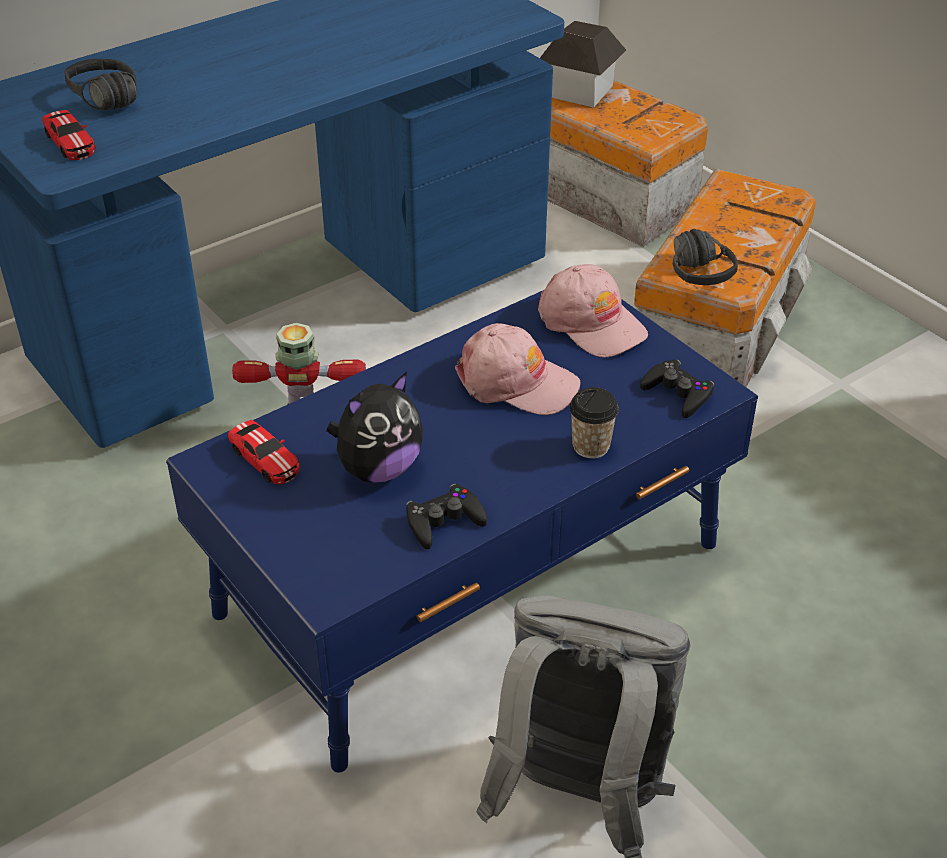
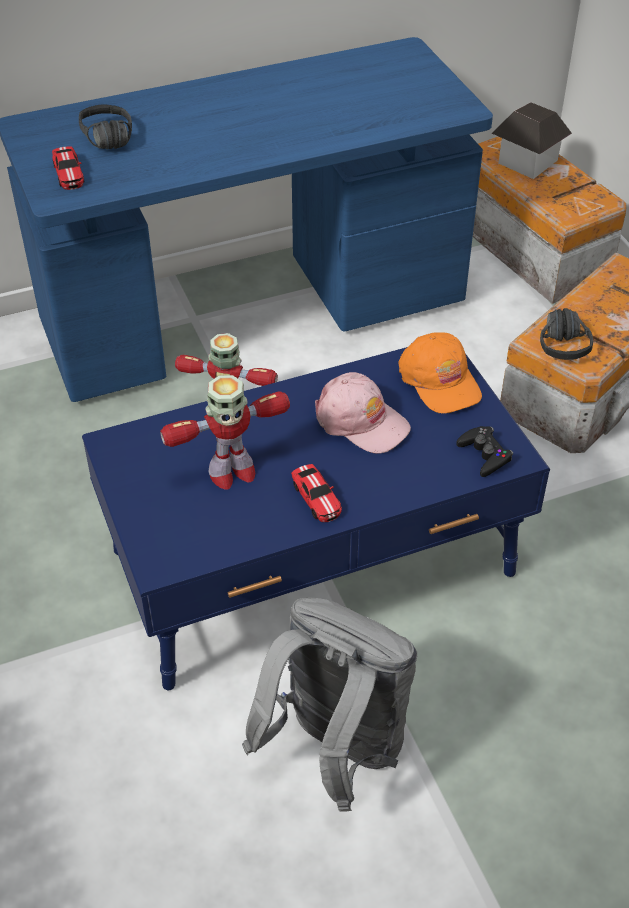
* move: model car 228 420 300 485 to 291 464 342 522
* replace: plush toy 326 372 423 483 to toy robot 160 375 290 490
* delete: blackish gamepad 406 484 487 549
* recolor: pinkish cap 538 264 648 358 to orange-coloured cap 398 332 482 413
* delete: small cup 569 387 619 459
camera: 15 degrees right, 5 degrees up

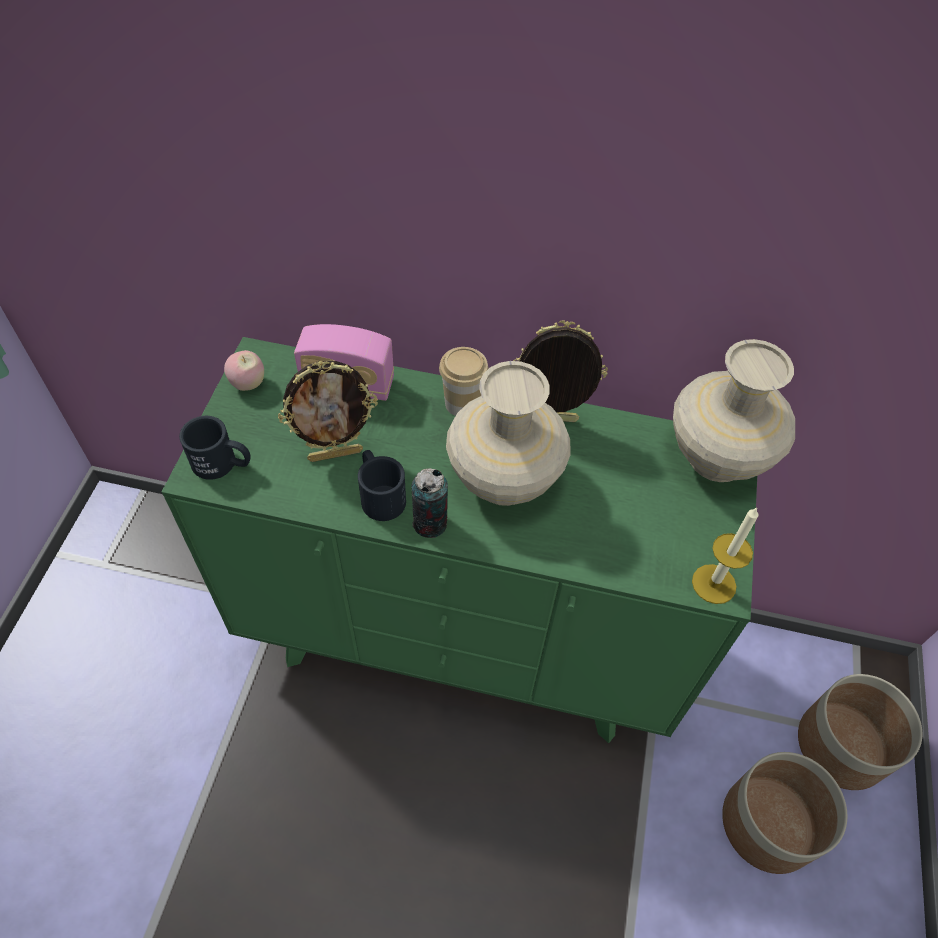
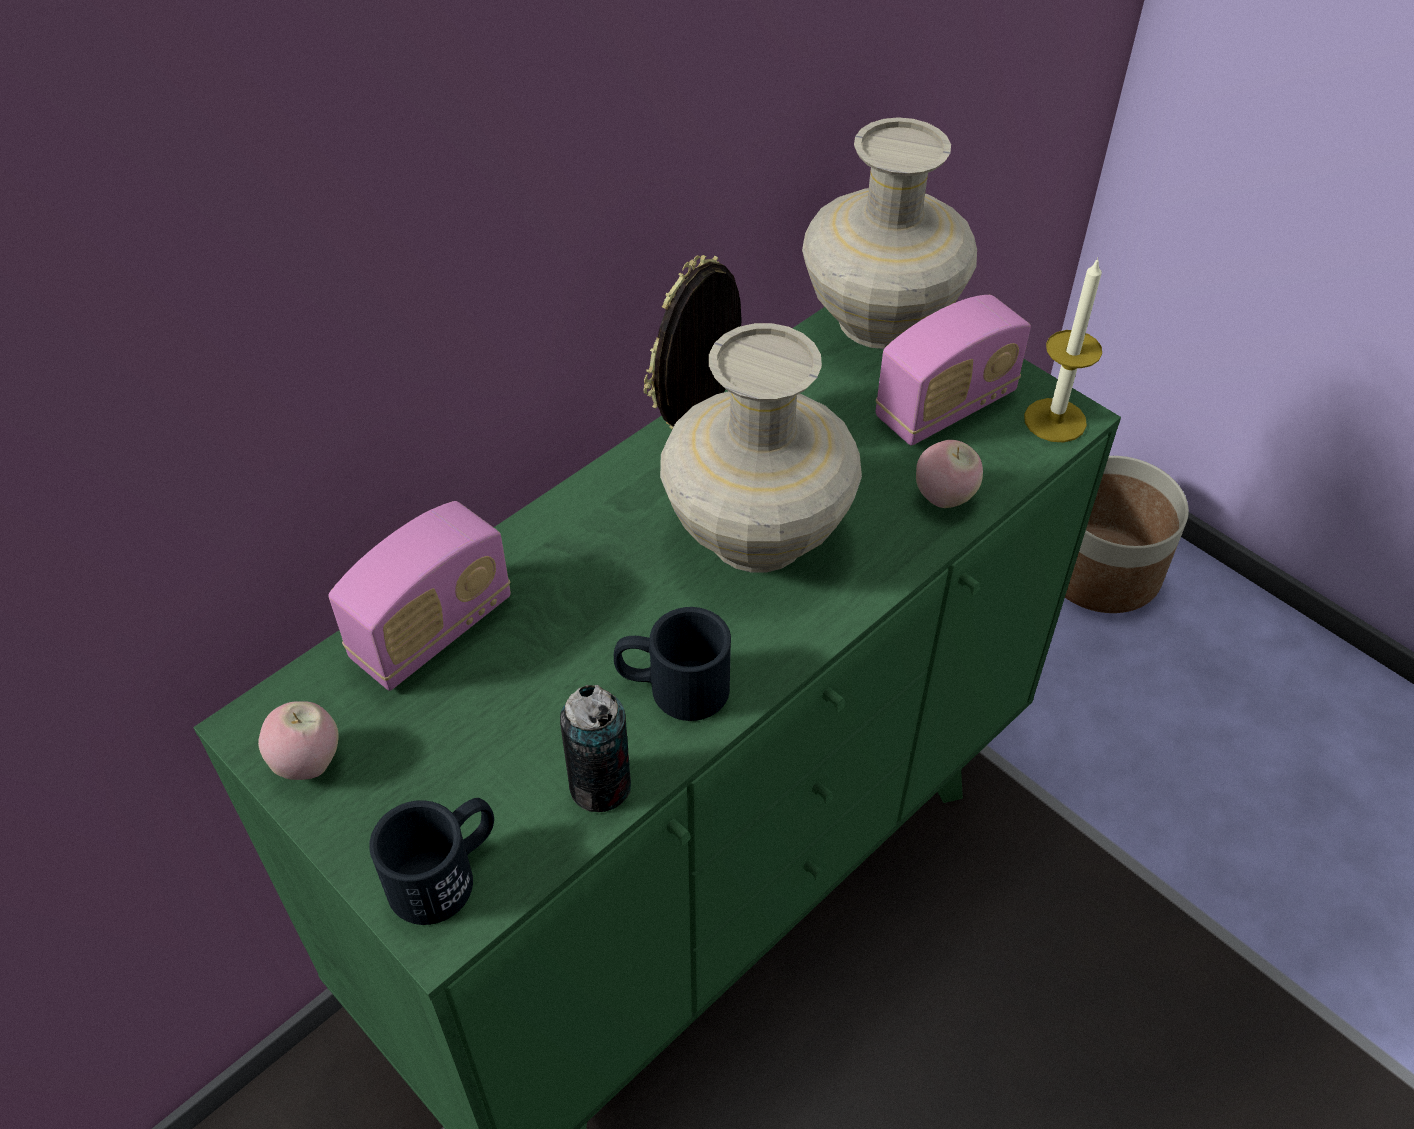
* delete: photo frame 278 360 378 462
* move: can 411 468 448 538 to 560 685 631 812
* delete: small cup 439 347 488 416
* delete: flower pot 722 752 847 874
* insert: radio receiver 876 295 1031 446
* insert: apple 916 440 983 508
camera: 55 degrees left, 5 degrees down

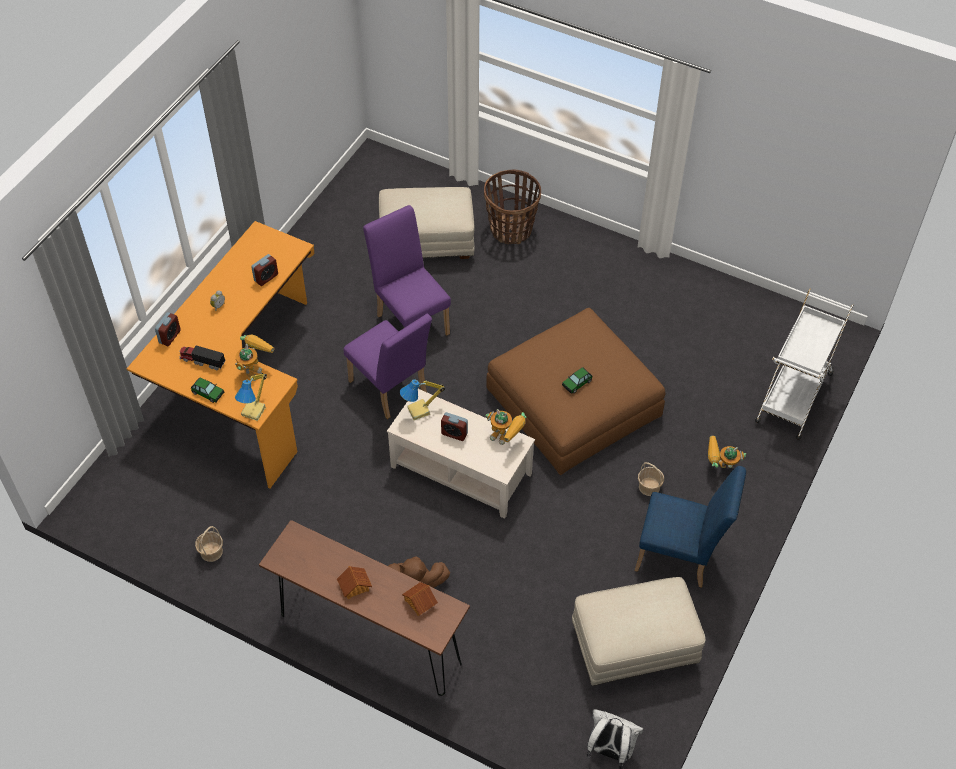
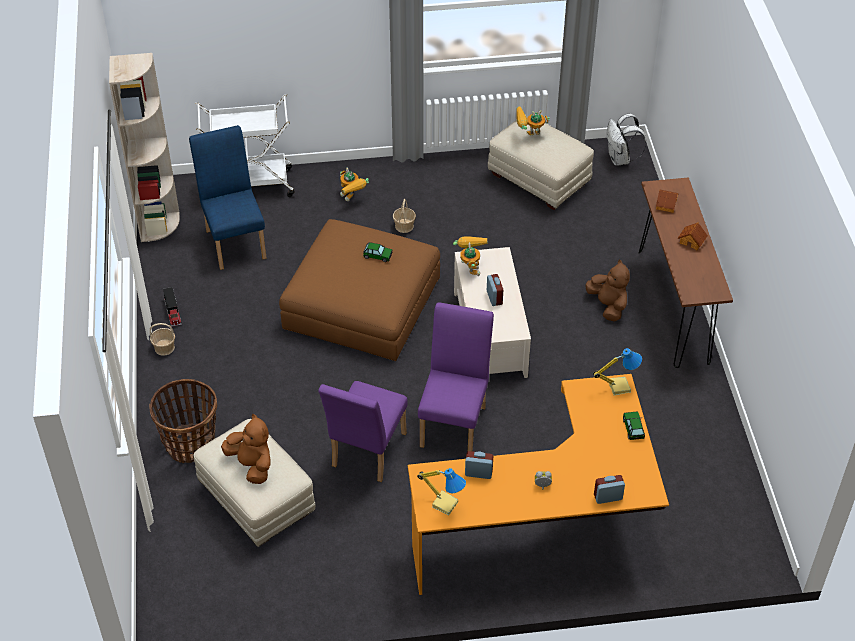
* move: toy lorry 179 346 226 370 to 163 287 182 327
* move: storage basket 195 526 223 562 to 150 323 175 356
* move: toy robot 235 334 274 381 to 516 107 549 135
* move: table lamp 400 379 445 420 to 417 468 466 515
* move: bluish upright chair 635 466 746 588 to 189 125 267 270
* insert: beige-coloured bookshelf 109 53 180 242
* insert: brownish plush toy 221 414 271 484
camera: 125 degrees left, 5 degrees down

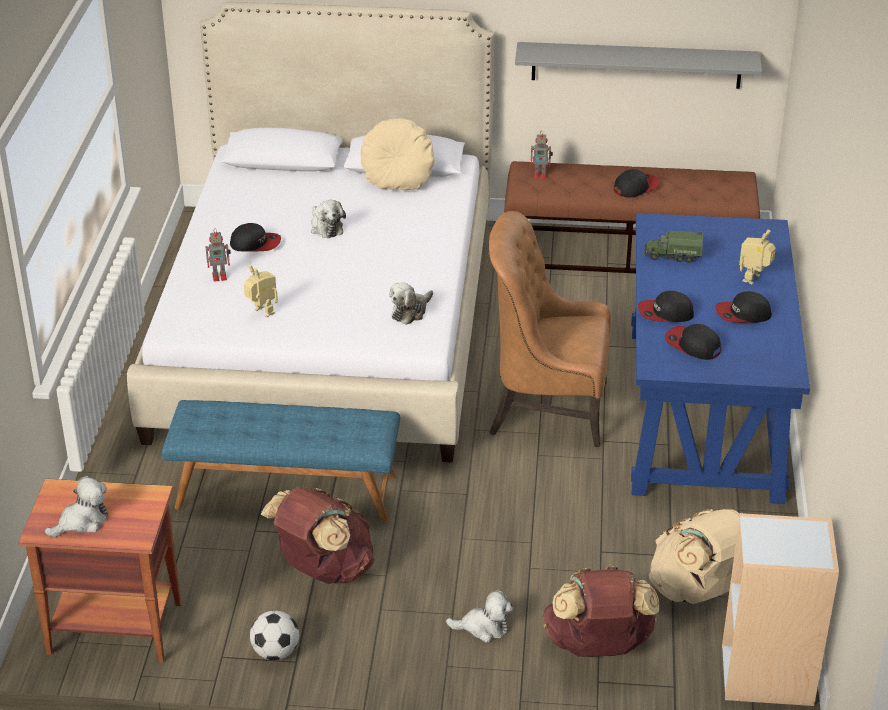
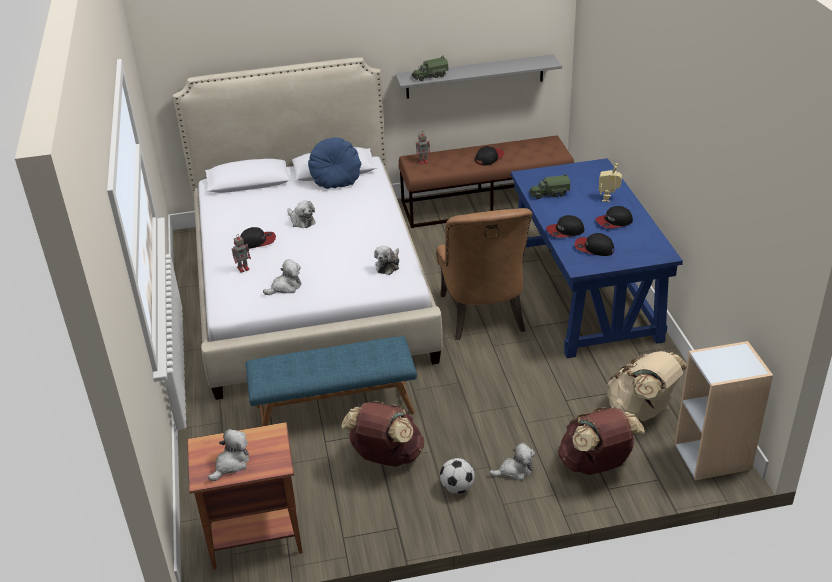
* replace: toy robot 244 265 278 318 to plush toy 263 259 301 295
* move: football ball 250 611 299 660 to 440 458 475 494
* recolor: beige-coloured pillow 361 118 434 190 to bluish pillow 308 138 361 189
* rotate: brownish upright chair 489 211 611 447 = 436 208 532 340 90 degrees counterclockwise
* insert: toy lorry 411 56 449 81
camera: 15 degrees left, 0 degrees up

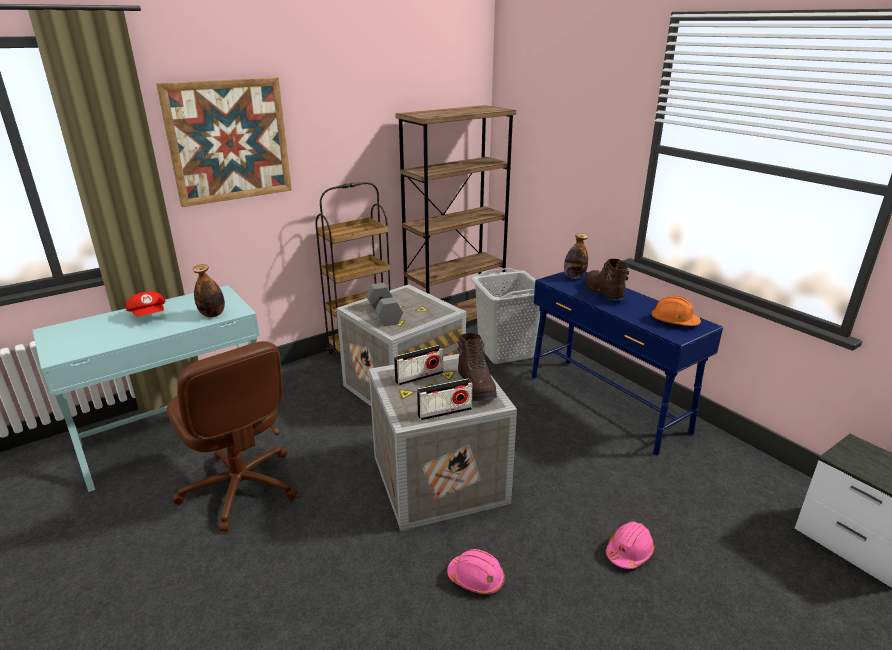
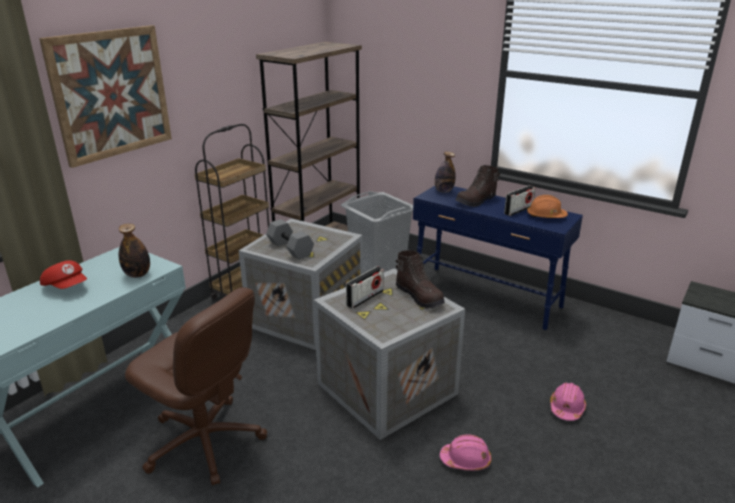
* move: radio receiver 417 379 472 421 to 504 185 536 216
* rotate: brownish high-top boot 585 259 629 301 = 455 165 500 207 90 degrees counterclockwise
camera: 20 degrees left, 0 degrees up

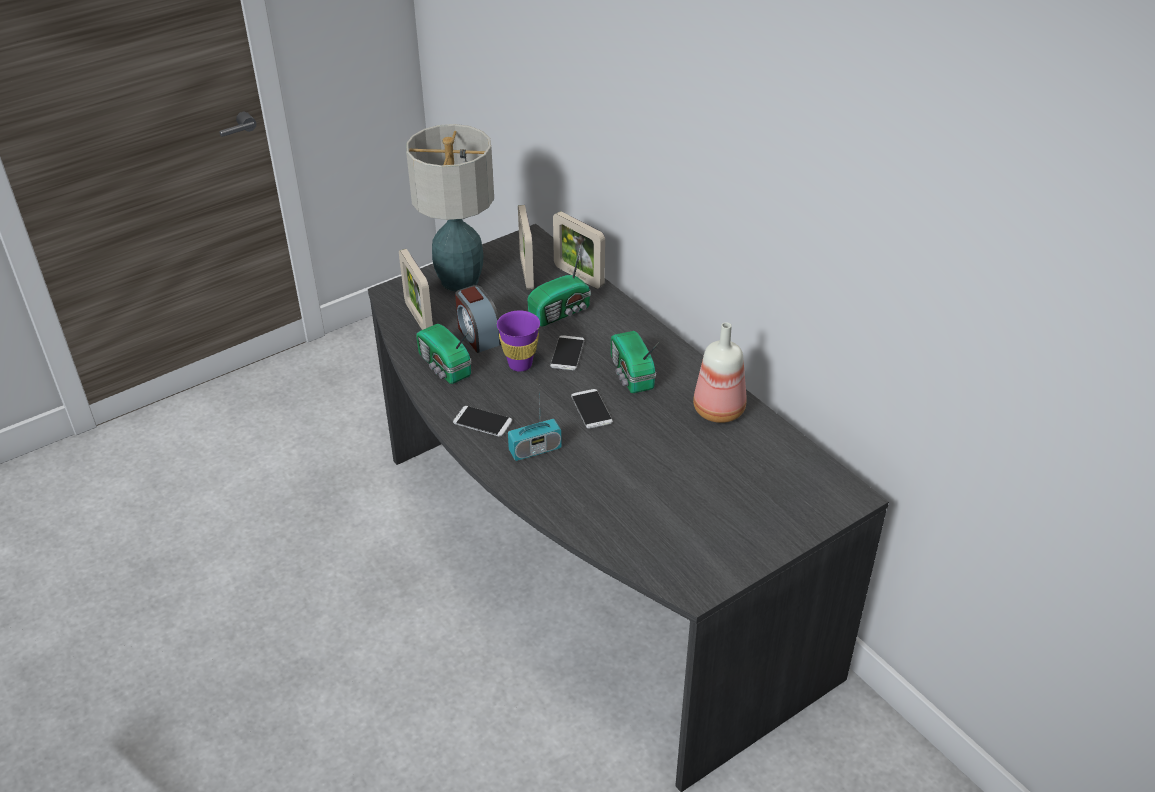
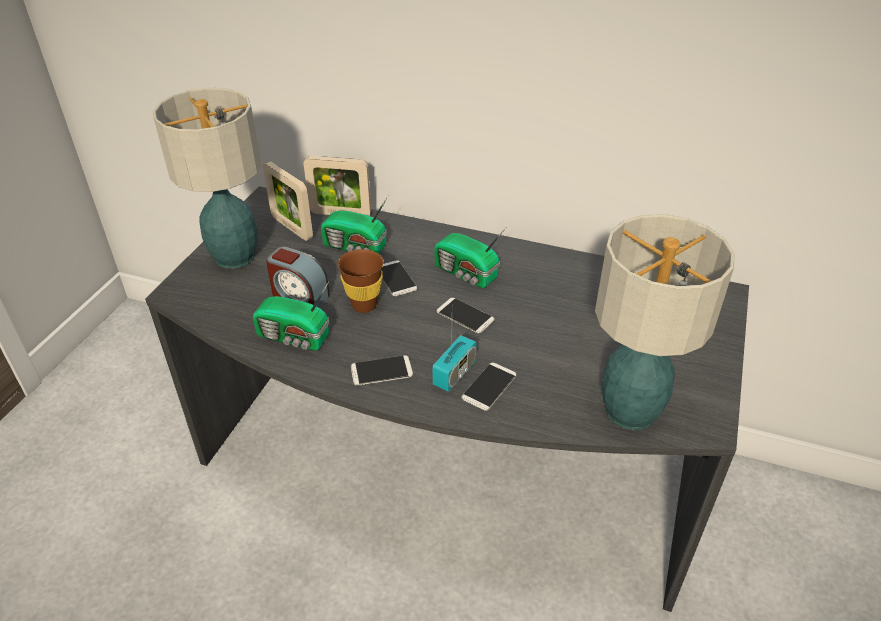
* delete: photo frame 399 249 433 330
* recolor: purple small cup 497 310 540 371 to brownish small cup 338 249 384 313
* rotate: radio receiver 527 245 591 326 = 321 195 389 254 90 degrees clockwise
* delete: beverage bottle 693 322 746 423
* insert: phone 462 363 516 411
* insert: table lamp 595 214 735 430
camera: 35 degrees left, 0 degrees up

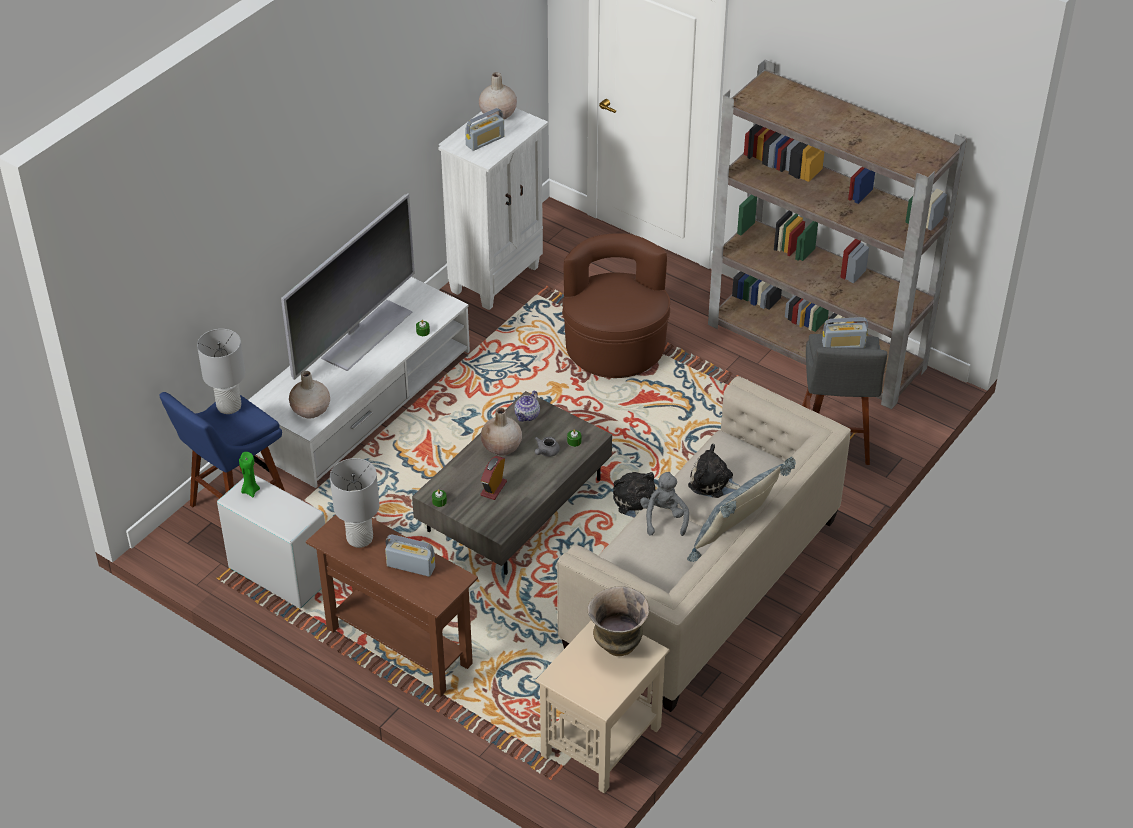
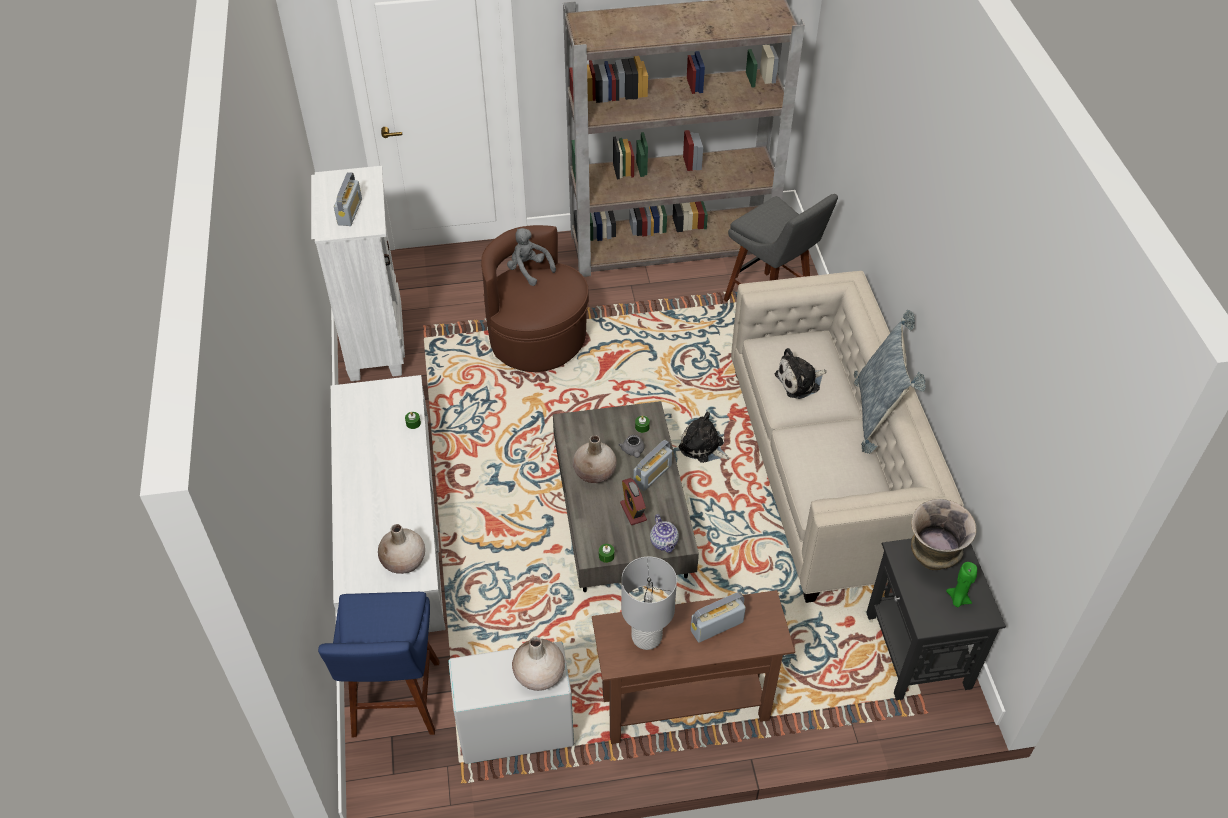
* delete: greyish table lamp 197 329 245 414
* move: green wax candle 239 452 260 497 to 946 562 977 607
* delete: TV set 281 194 415 380
* move: beige-coloured vase 479 72 517 119 to 512 637 565 691
* move: pot for tea 514 391 540 422 to 650 514 679 553
* recolor: beige-coloured side table 535 620 670 793 to blackish side table 866 538 1006 701
* move: greyish plush toy 640 472 689 536 to 507 228 556 286
* move: radio receiver 822 317 868 349 to 633 440 673 491
camera: 45 degrees left, 5 degrees up

